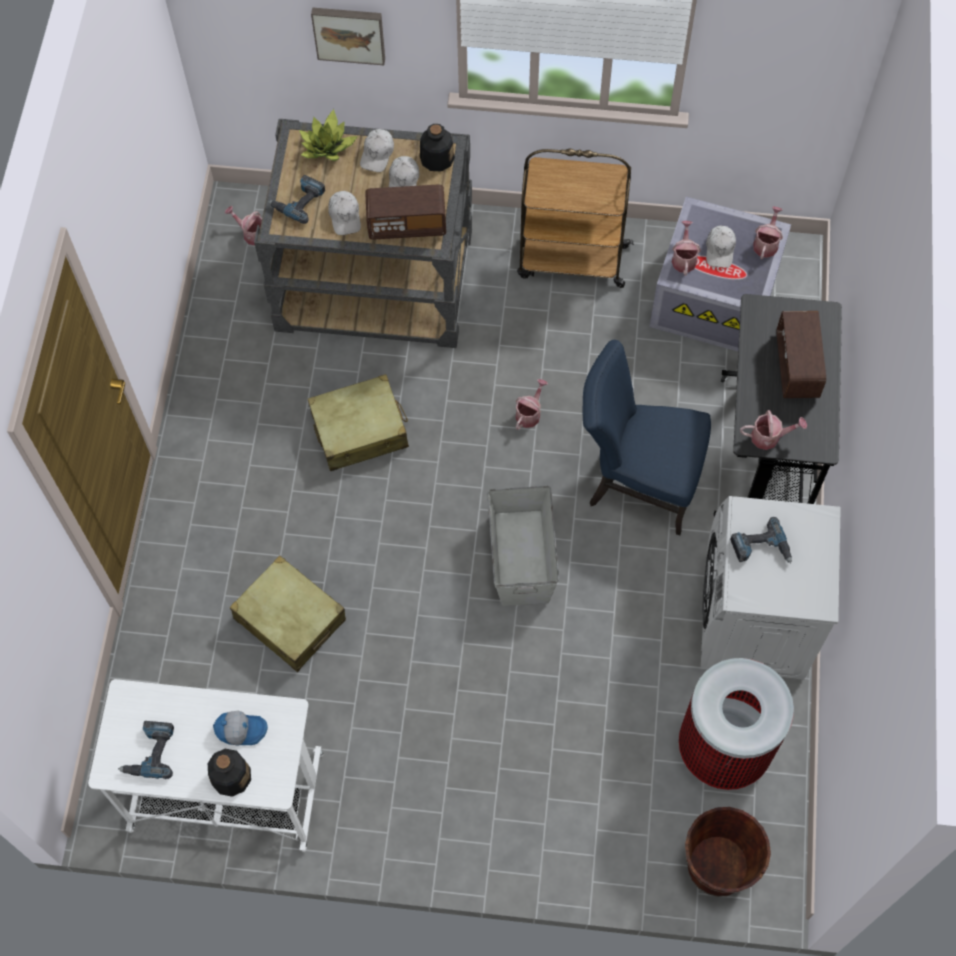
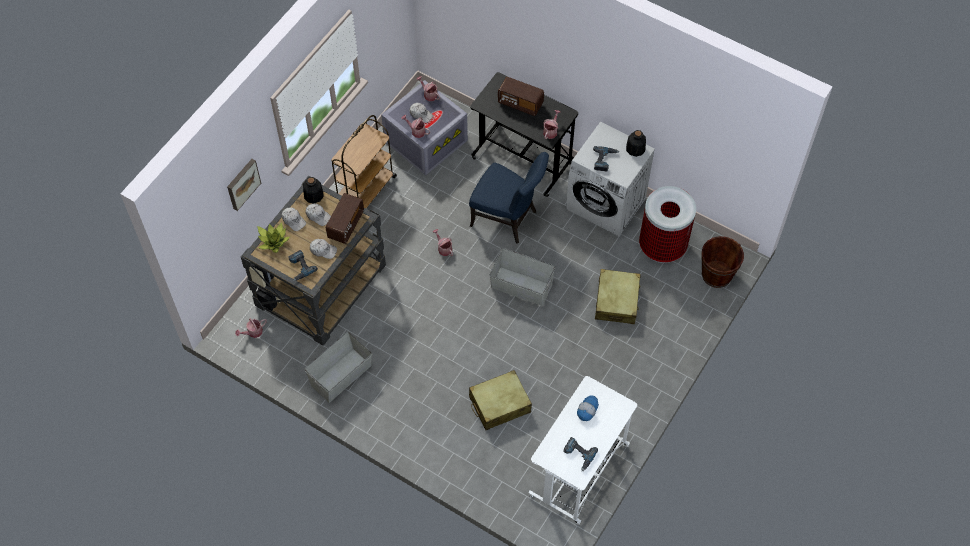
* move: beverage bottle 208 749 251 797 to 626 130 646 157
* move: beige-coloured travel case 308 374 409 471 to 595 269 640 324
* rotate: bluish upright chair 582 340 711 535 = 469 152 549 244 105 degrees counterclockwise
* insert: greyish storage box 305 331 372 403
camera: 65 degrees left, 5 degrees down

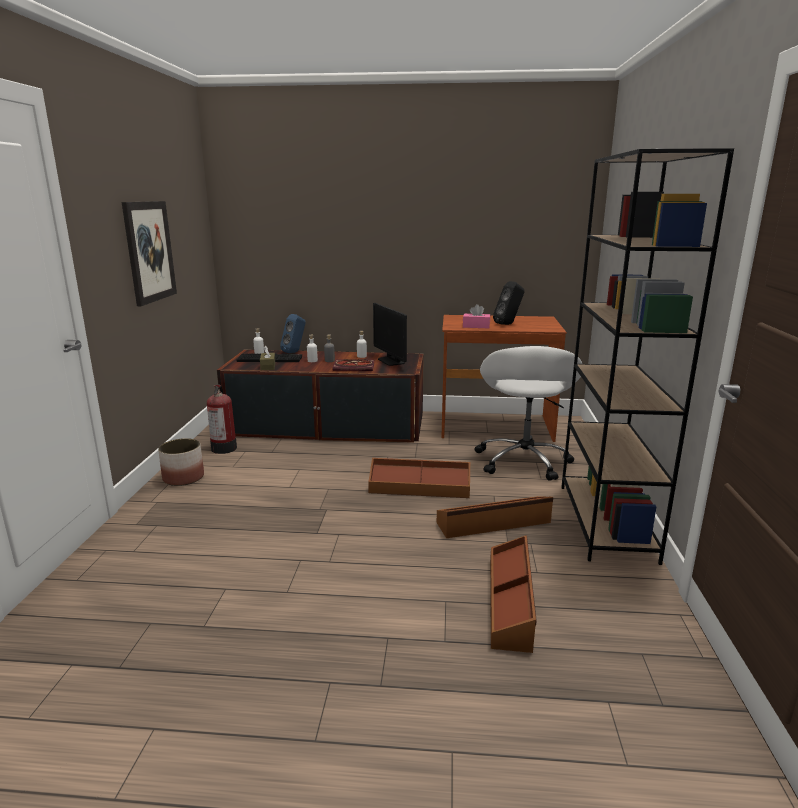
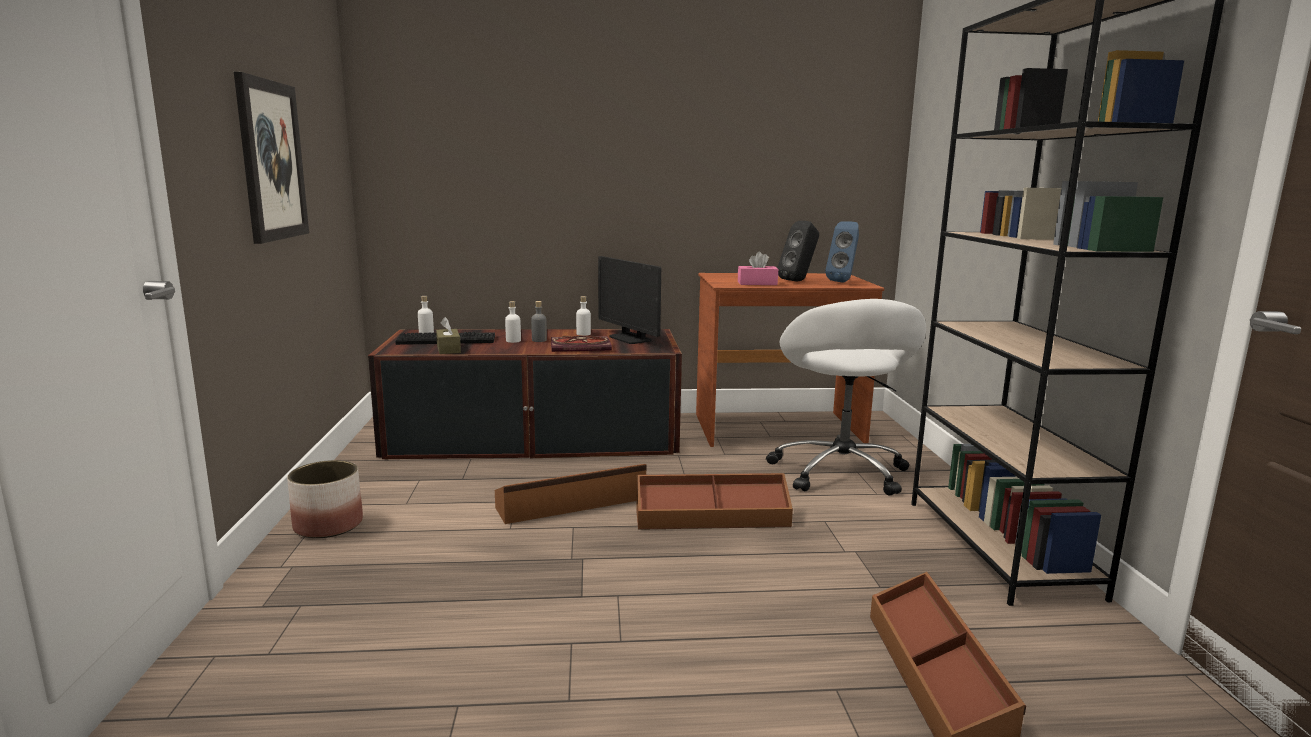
* delete: fire-fighting cylinder 207 385 237 454
* move: bluish speaker 280 314 306 353 to 825 221 859 283
* move: brownish storage box 437 496 553 538 to 495 464 647 524
camera: 10 degrees left, 5 degrees down

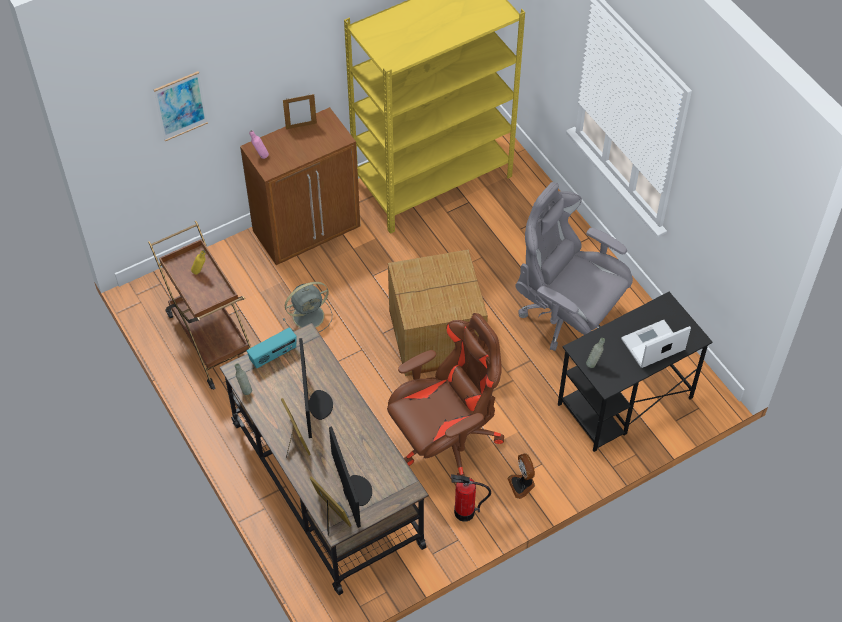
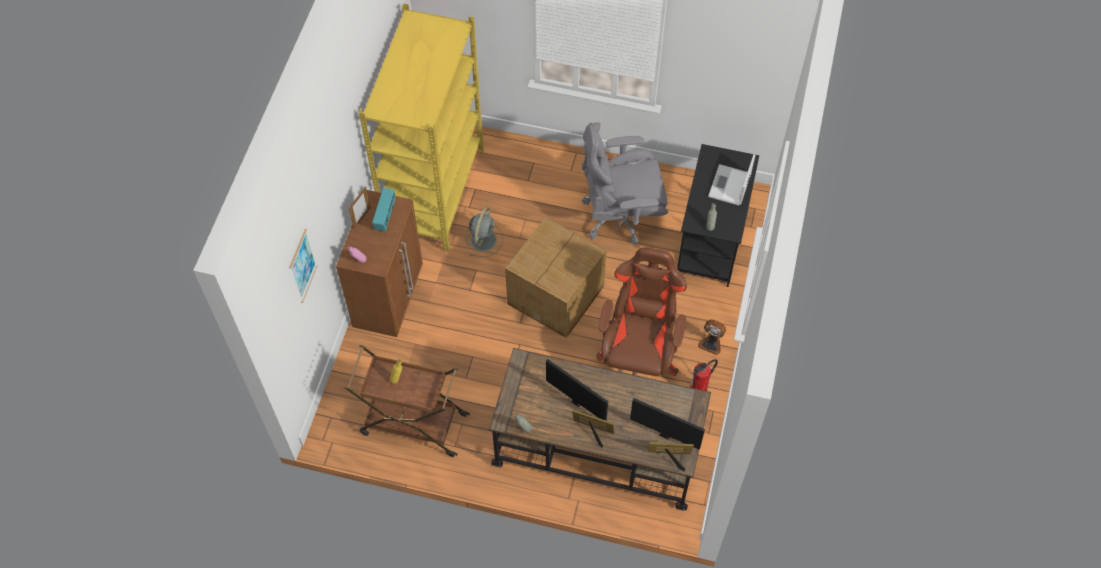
* move: radio receiver 247 327 297 368 to 372 188 395 231
* move: greyish fan 283 282 332 332 to 465 207 503 257
camera: 45 degrees left, 5 degrees up

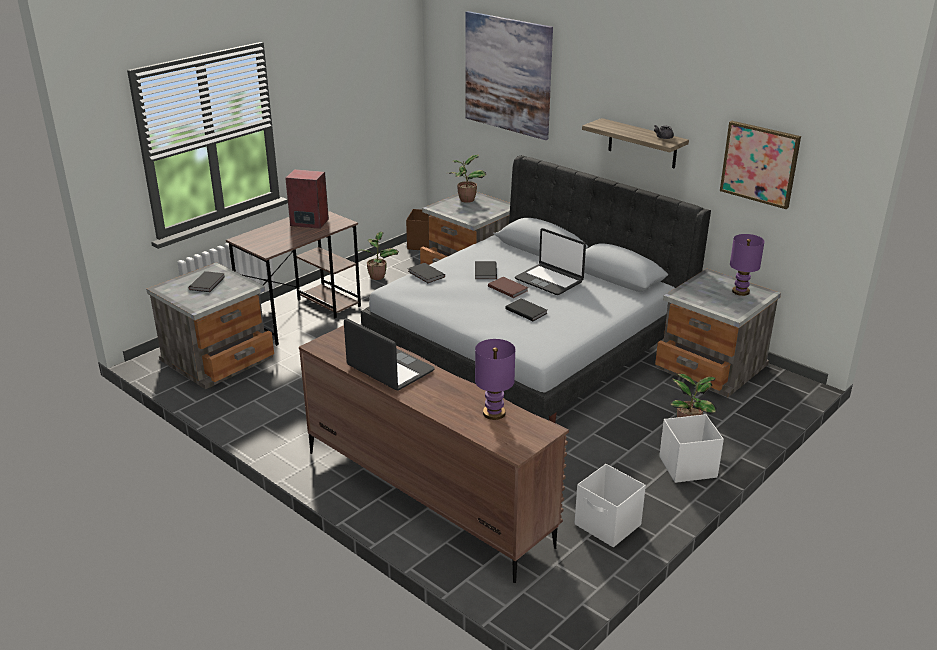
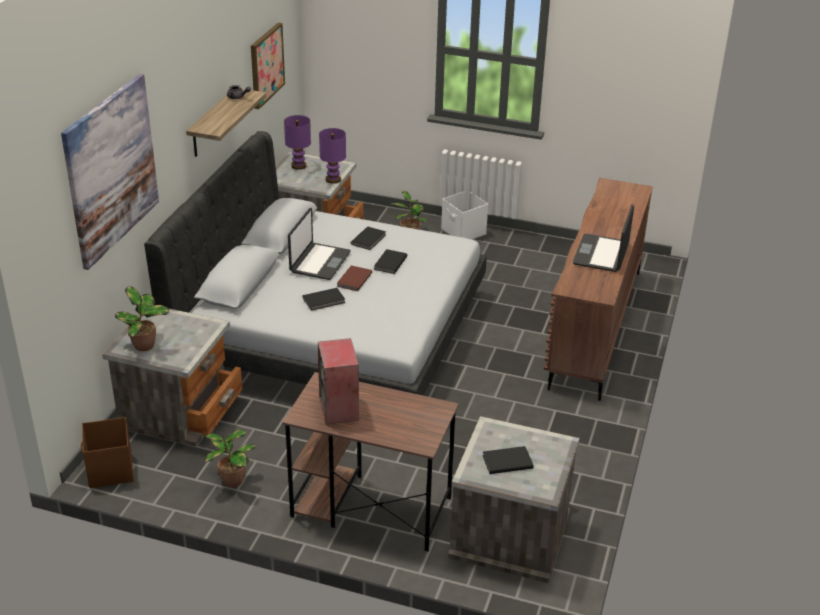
* move: blackish book 408 263 445 283 to 351 226 386 250
* move: purple table lamp 475 339 515 420 to 319 128 346 183
* delete: whitish storage box 575 464 646 547
camera: 115 degrees left, 5 degrees up

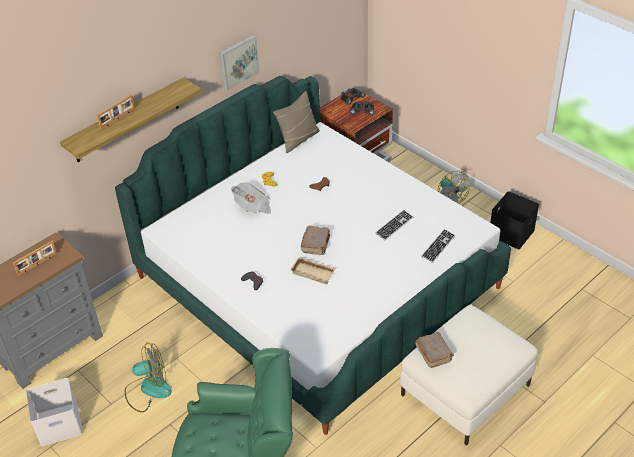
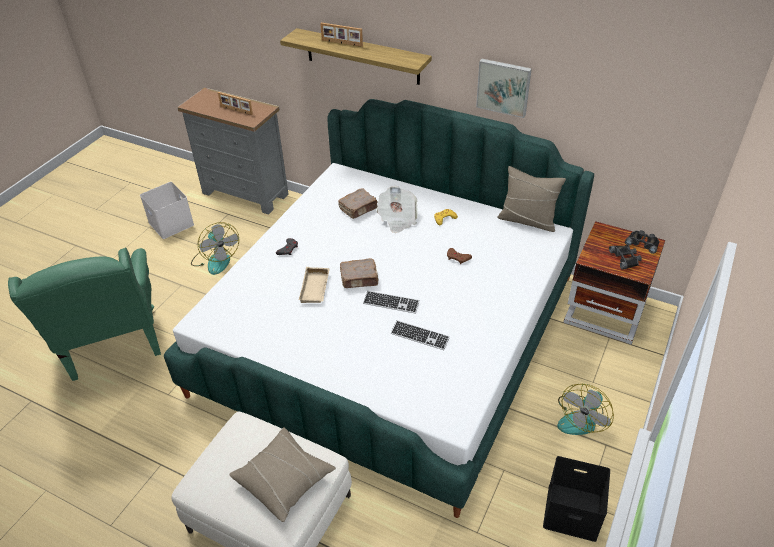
* move: brownish book 415 332 454 368 to 338 188 378 219
* move: computer keyboard 421 229 455 263 to 363 291 420 314
* insert: beige-coloured pillow 229 427 336 522
camera: 70 degrees right, 0 degrees up

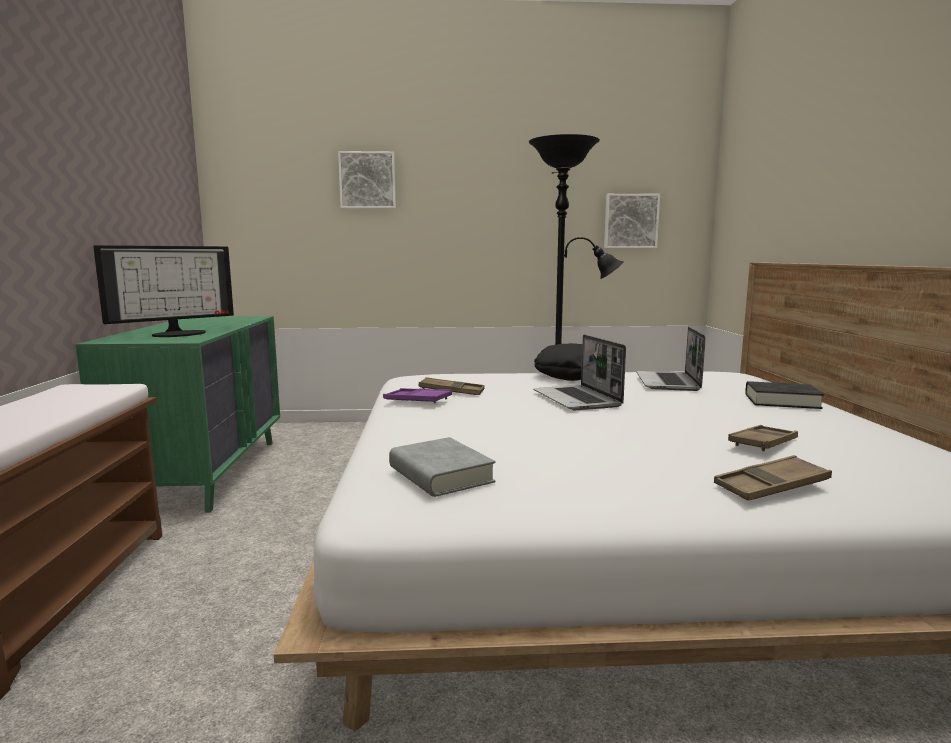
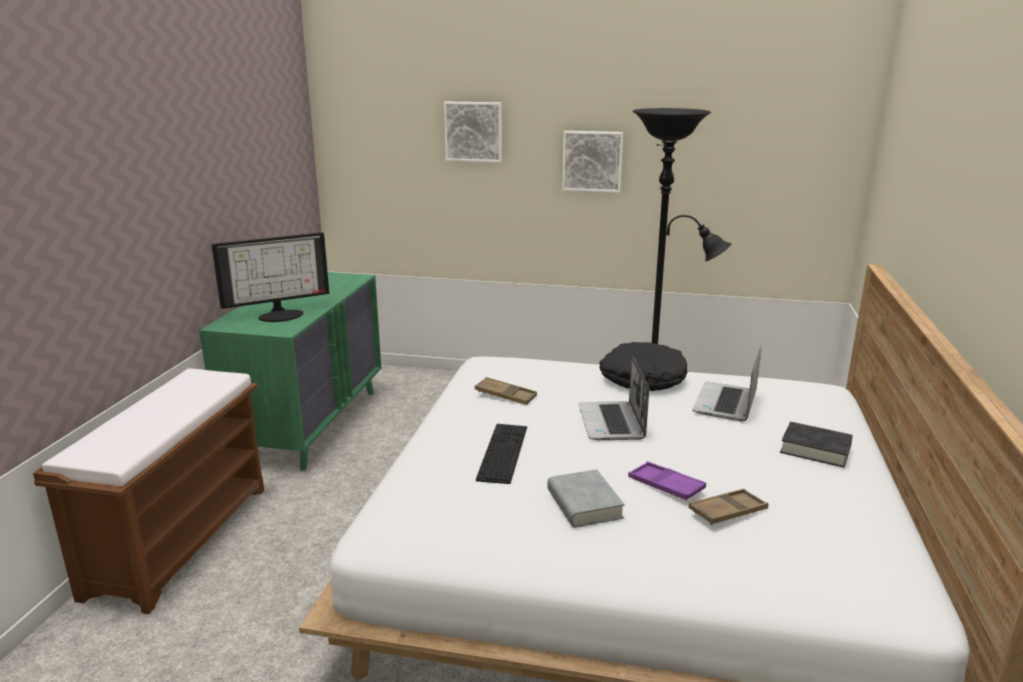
* move: purple carrying tray 383 388 452 404 to 628 461 706 500
* move: greyish book 389 437 496 497 to 547 469 625 528
* move: picture 604 194 660 248 to 562 131 623 193
* delete: brownish carrying tray 714 455 832 501
* insert: computer keyboard 476 424 527 484
camera: 15 degrees right, 10 degrees up

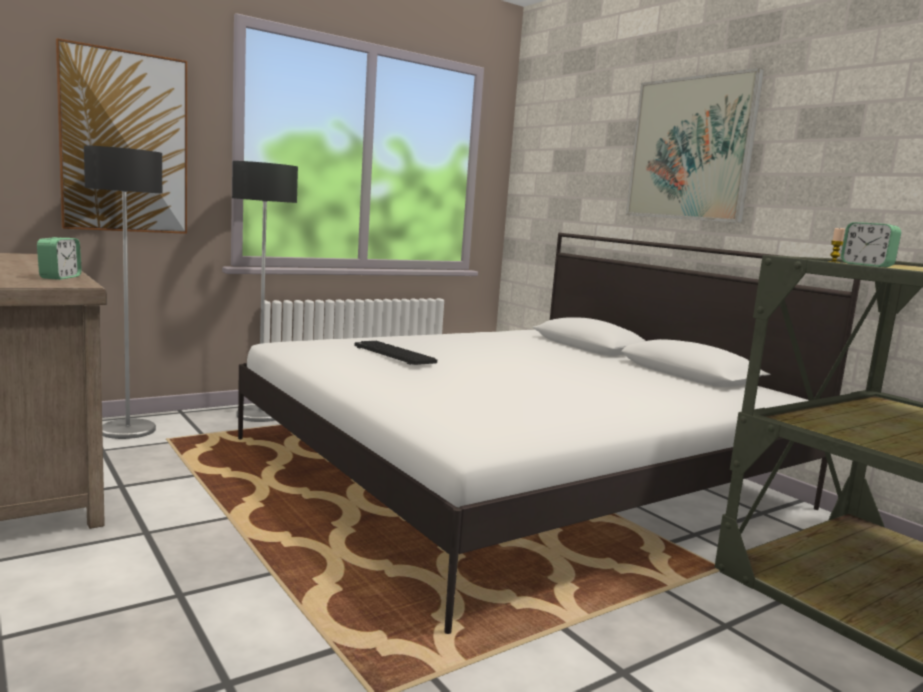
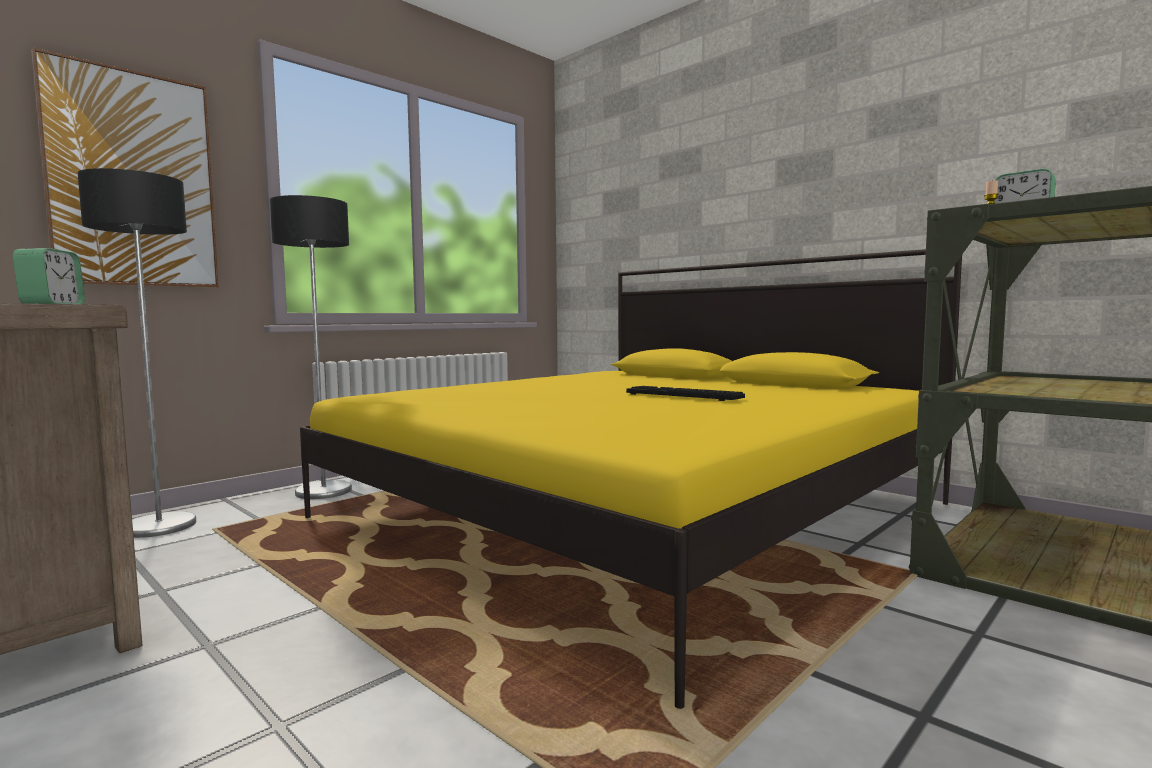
* recolor: whitish sleeping bed 238 233 861 634 to yellow sleeping bed 300 249 962 709
* move: computer keyboard 354 341 437 365 to 626 386 745 401
* delete: picture 626 68 764 223
camera: 10 degrees left, 5 degrees down

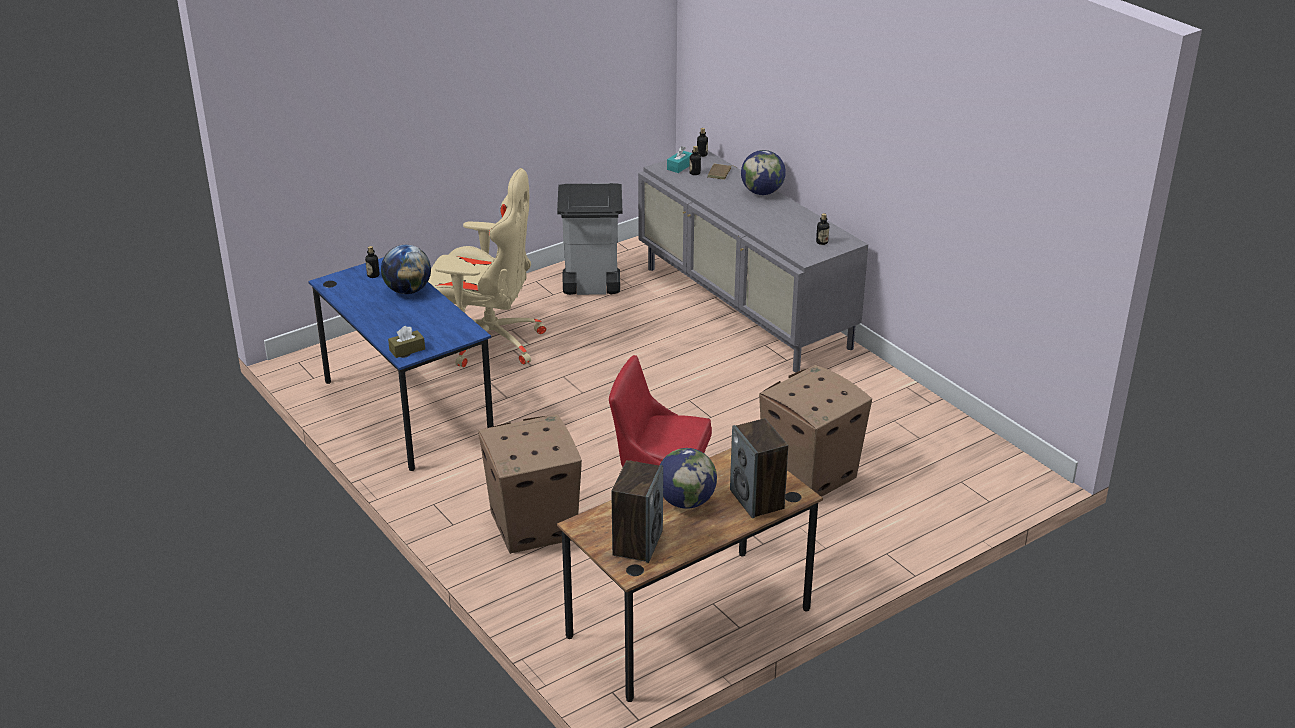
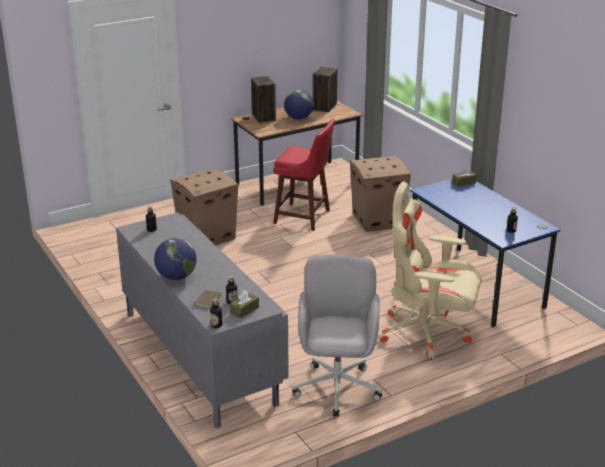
* delete: globe 381 245 431 294
* replace: greyish trash can 557 183 622 295 to greyish office chair 292 255 382 417
* recolor: blue-green tissue box 667 146 692 173 to brownish tissue box 230 290 259 319
camera: 175 degrees left, 5 degrees down

